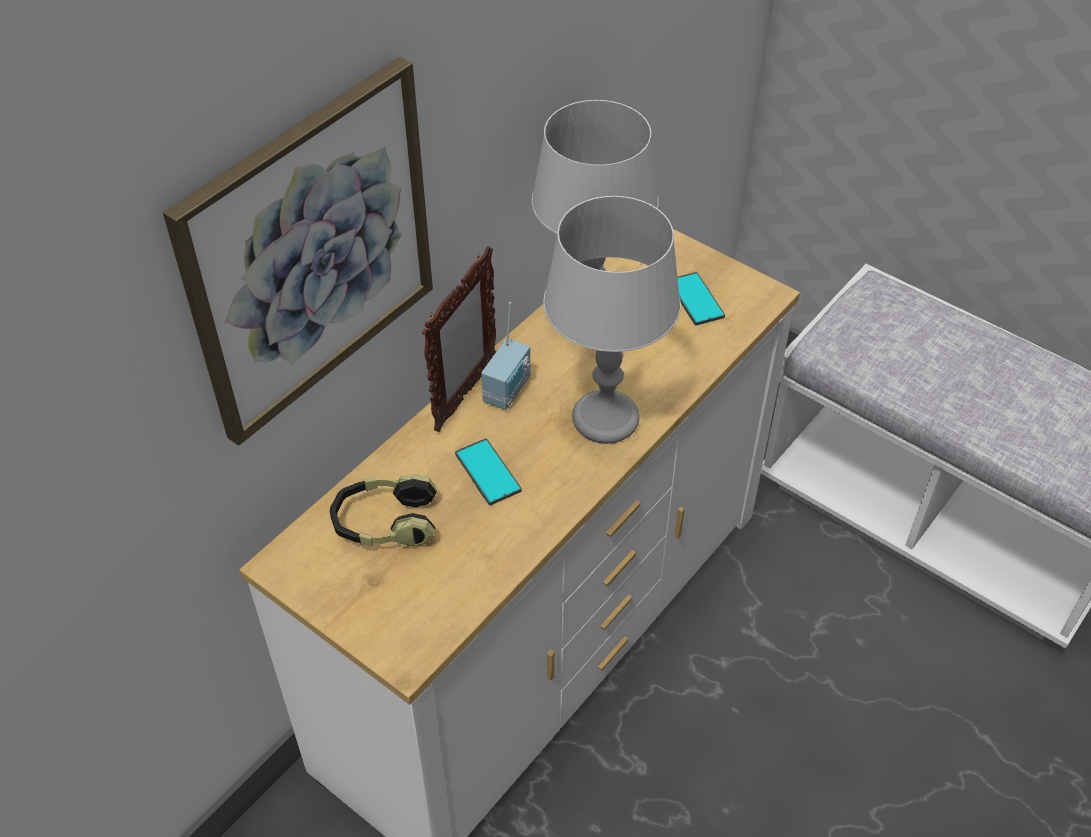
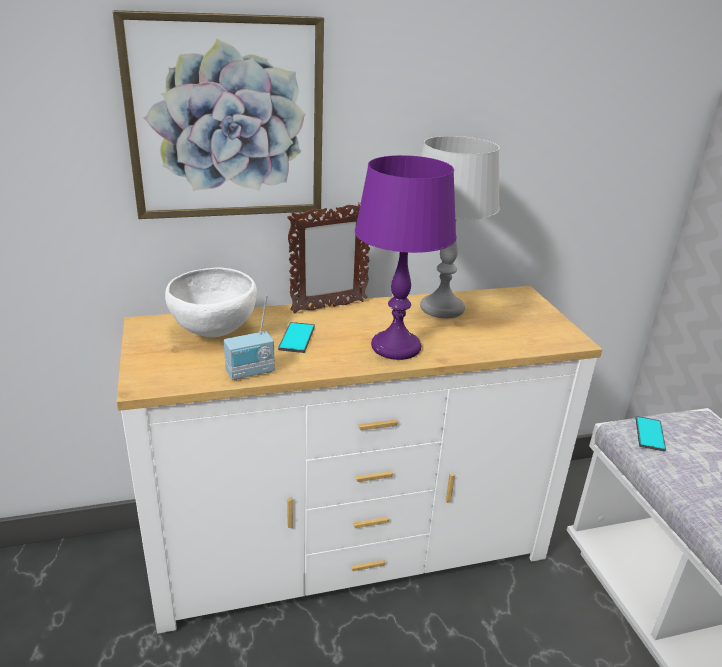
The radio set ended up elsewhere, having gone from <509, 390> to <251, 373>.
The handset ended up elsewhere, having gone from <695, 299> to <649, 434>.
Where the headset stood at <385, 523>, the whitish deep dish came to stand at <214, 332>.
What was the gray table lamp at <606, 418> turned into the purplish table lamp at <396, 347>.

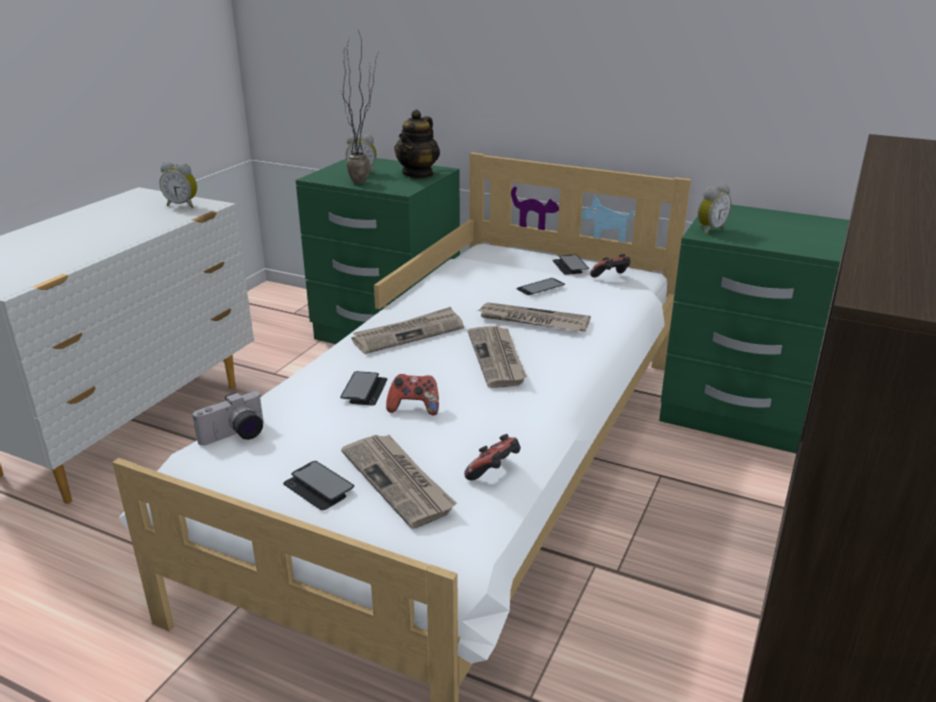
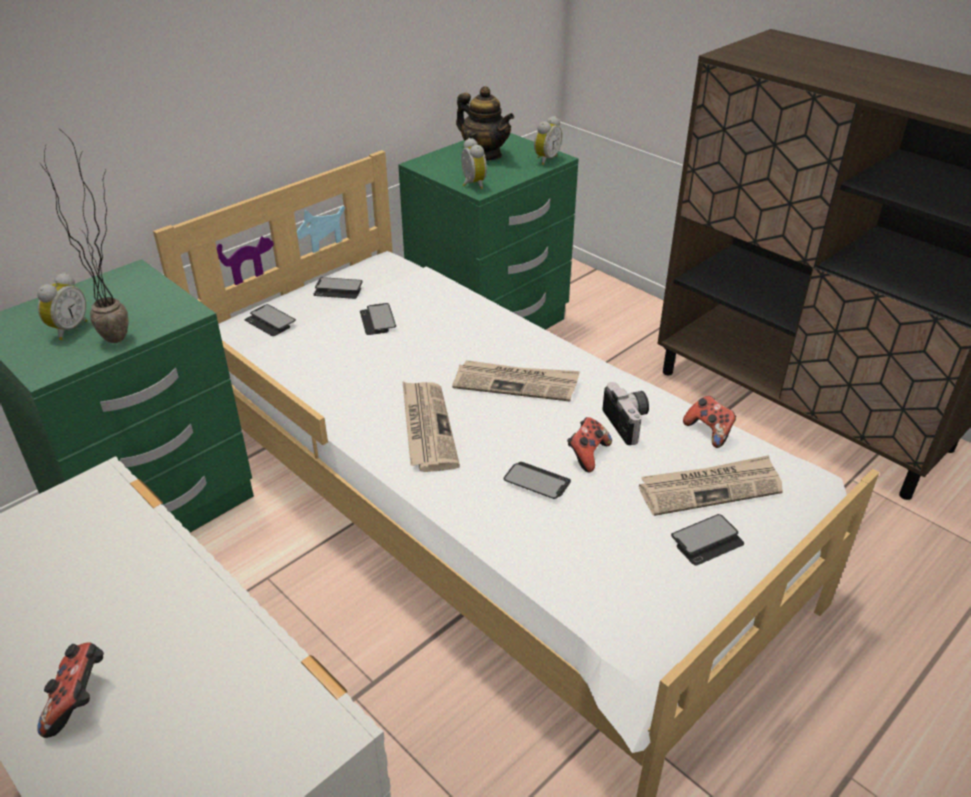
The second view lost the daily paper at <532, 321>.
The second view gained the handset at <270, 321>.
The bedside clock ended up elsewhere, having gone from <183, 205> to <545, 159>.
The still camera ended up elsewhere, having gone from <236, 436> to <629, 423>.
The tea pot ended up elsewhere, having gone from <418, 174> to <484, 155>.
The joypad ended up elsewhere, having gone from <611, 278> to <80, 700>.

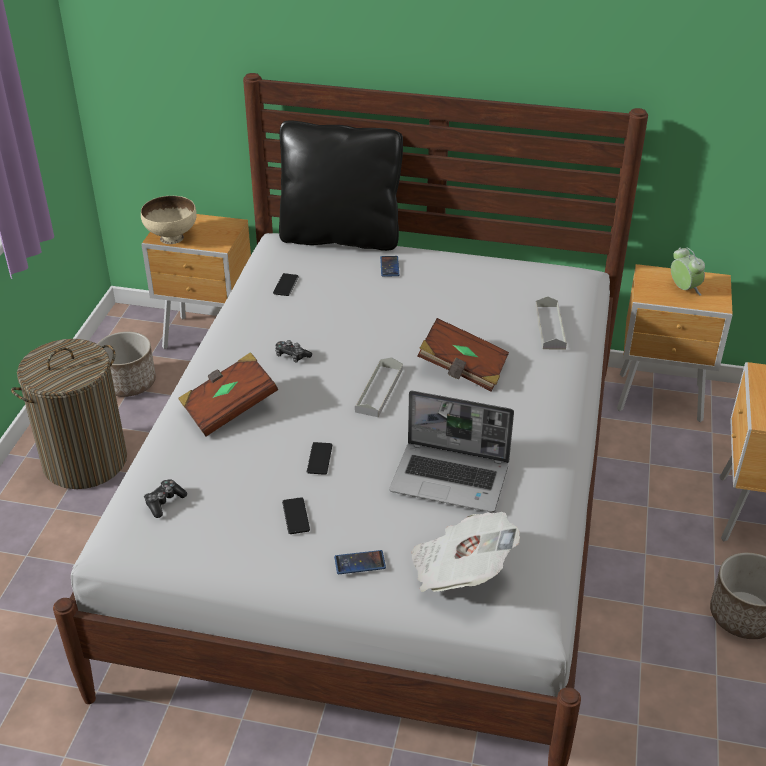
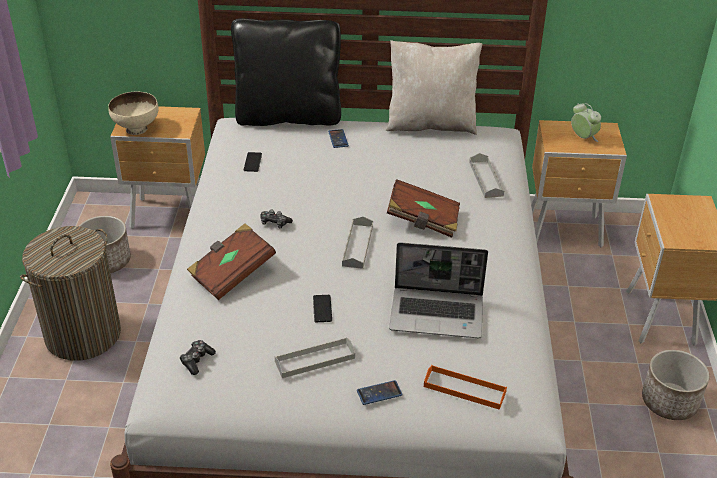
The second view gained the beige-coloured cushion at <431, 124>.
Where the handset stood at <296, 516>, the gray tray came to stand at <315, 360>.
Where the daily paper stood at <460, 570>, the orangey tray came to stand at <464, 389>.

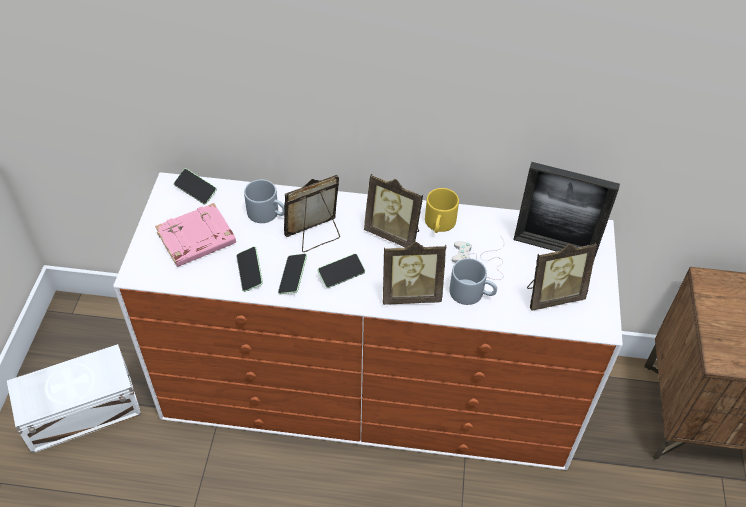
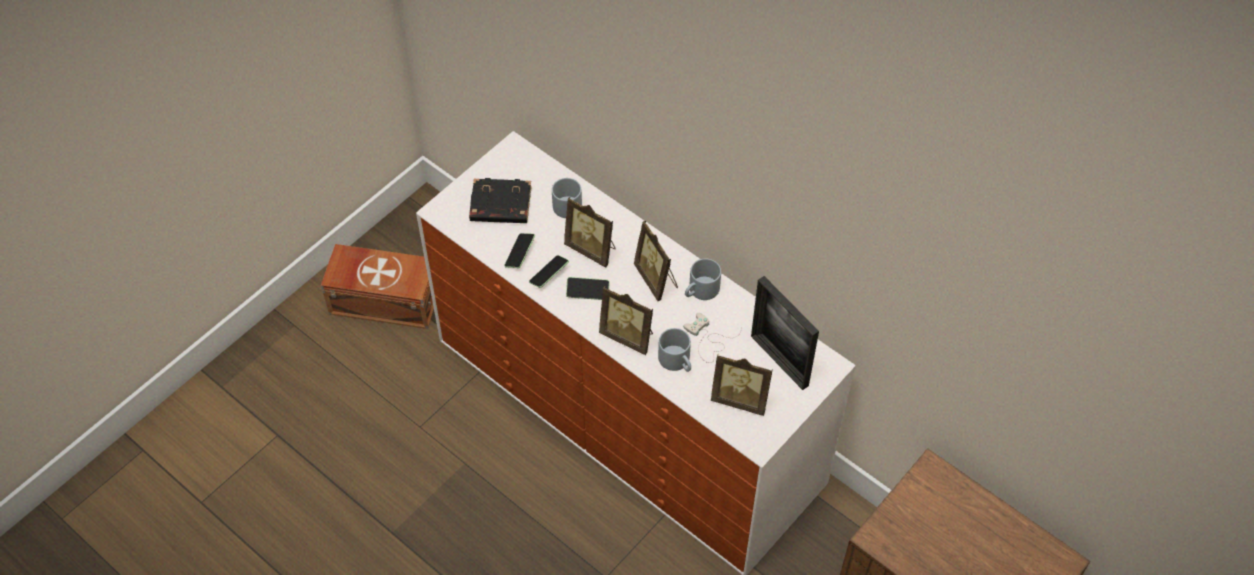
The second view lost the handset at <196, 190>.
What was the whitish storage bin at <80, 411> turned into the brown storage bin at <383, 299>.
What was the pink book at <196, 240> turned into the black-coloured book at <500, 206>.
What was the yellow-coloured mug at <440, 224> turned into the gray mug at <700, 291>.
The standing frame at <315, 236> ended up facing another way, 150 degrees counterclockwise from before.

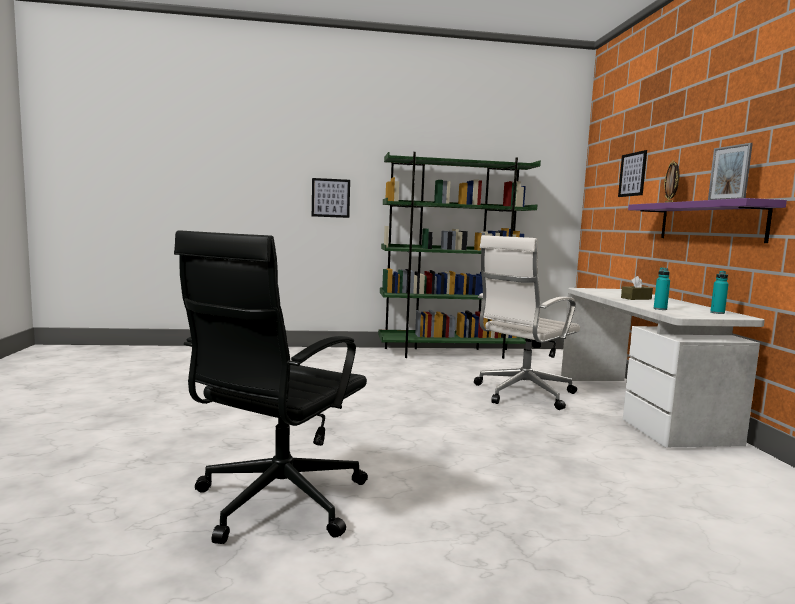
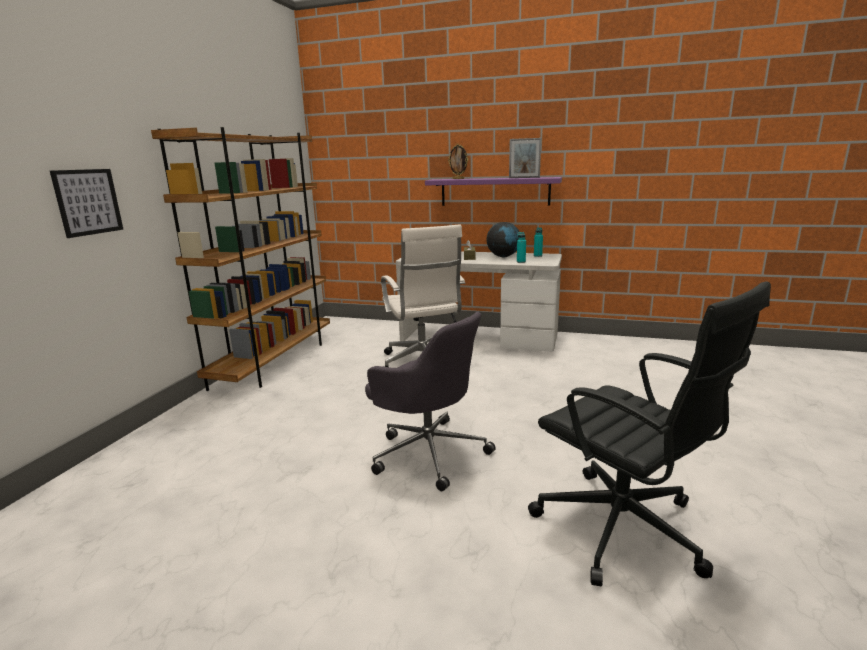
The second view lost the wall art at <632, 174>.
The second view gained the gray desk chair at <428, 452>.
The second view gained the globe at <503, 256>.
What was the green bookcase at <451, 353> turned into the brown bookcase at <274, 362>.

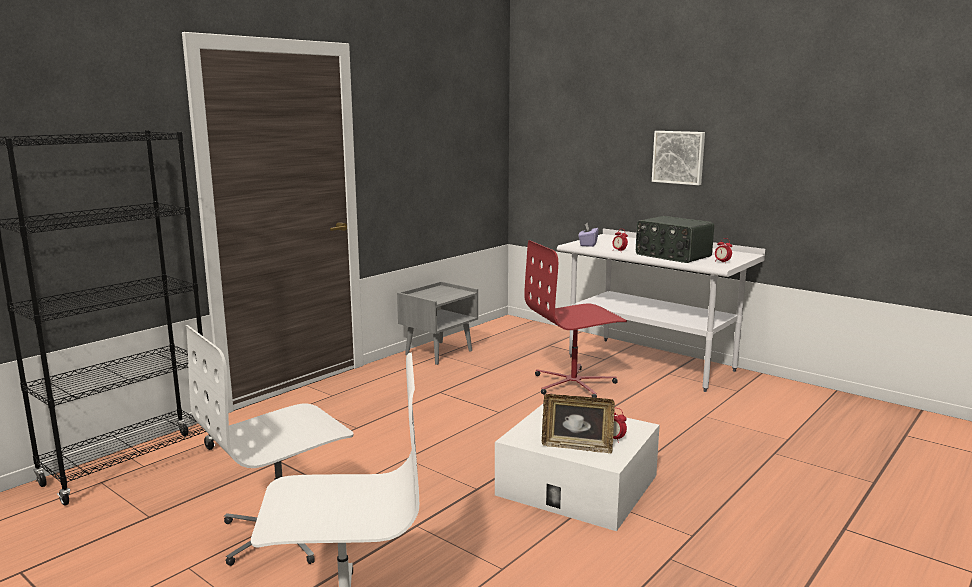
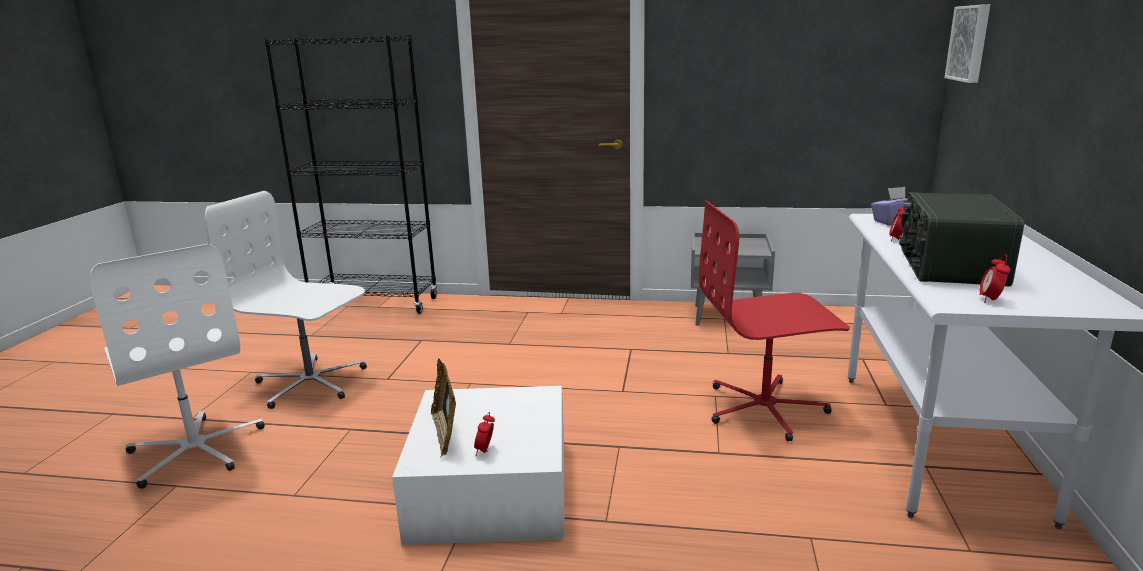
The wall art ended up elsewhere, having gone from <679, 157> to <970, 43>.
The red-coloured desk chair at <574, 384> ended up facing another way, 45 degrees counterclockwise from before.

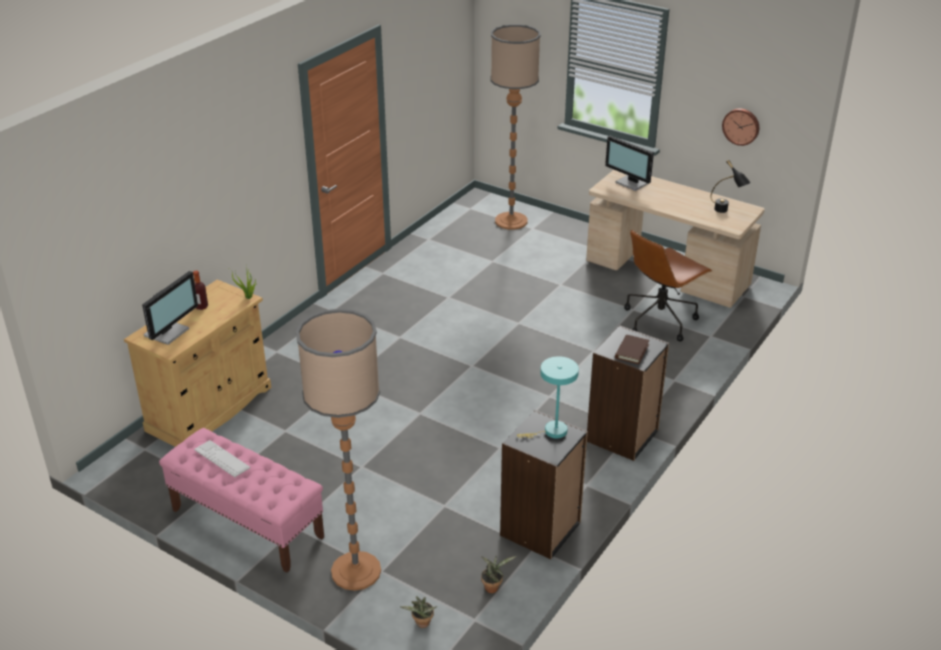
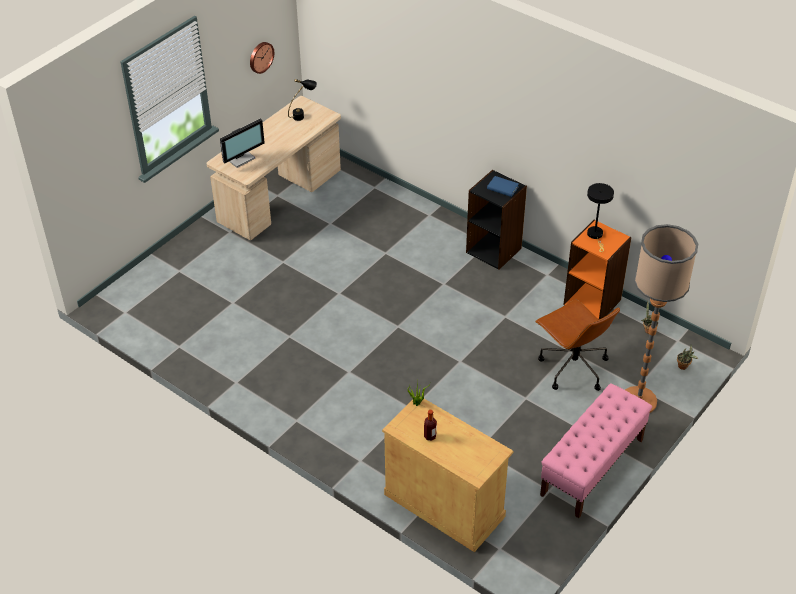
The second view lost the monitor at <168, 332>.
The second view lost the computer keyboard at <222, 459>.
The second view lost the standing lamp at <511, 221>.
The brown desk chair ended up elsewhere, having gone from <660, 320> to <572, 367>.
What was the black-coloured bookcase at <541, 529> turned into the orangey bookcase at <592, 302>.
What was the turquoise-coloured table lamp at <551, 432> turned into the black-coloured table lamp at <596, 235>.
What was the brown book at <631, 351> turned into the blue book at <502, 188>.

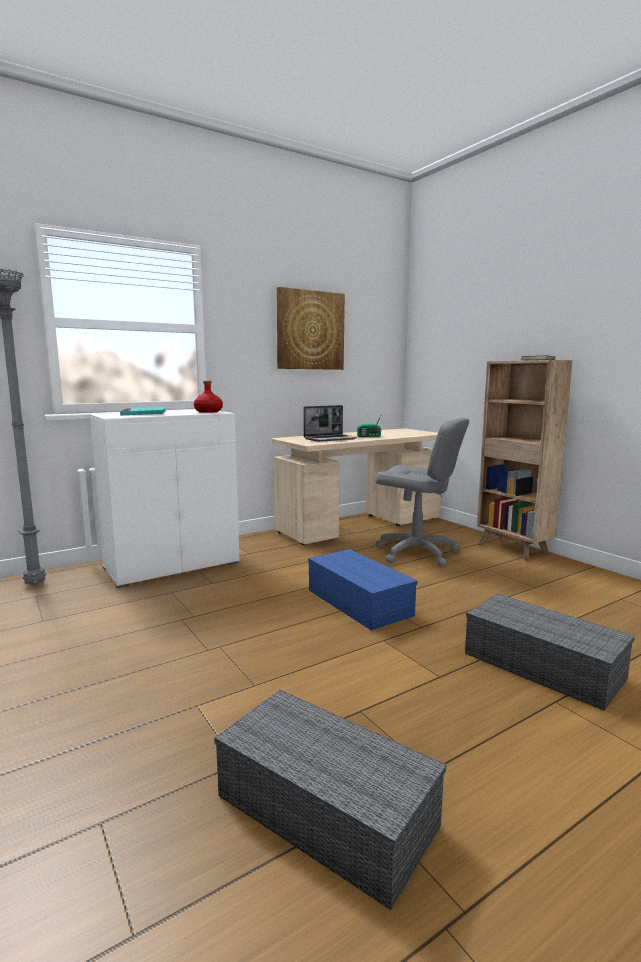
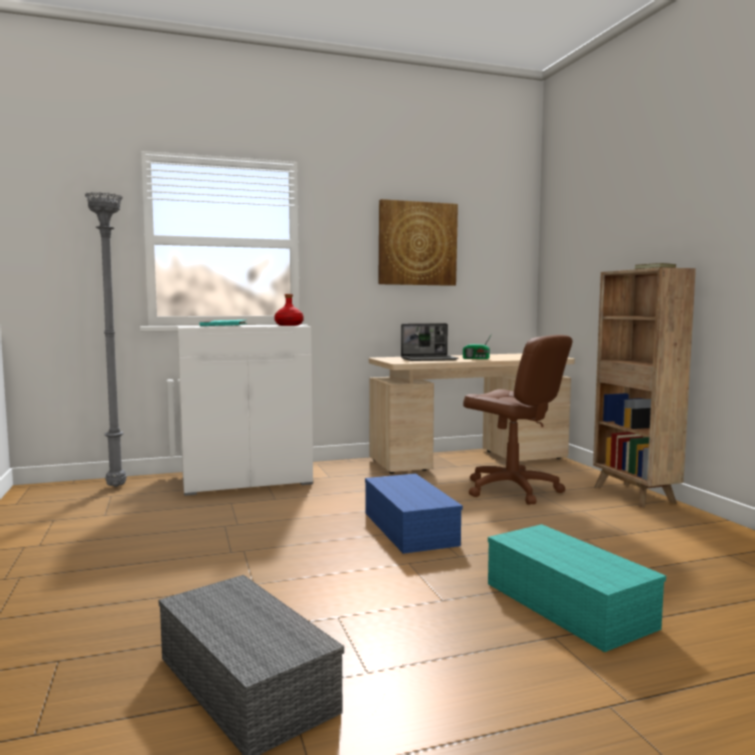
What was the gray desk chair at <416, 553> turned into the brown desk chair at <512, 490>.
What was the gray storage bin at <539, 665> turned into the turquoise-coloured storage bin at <565, 604>.

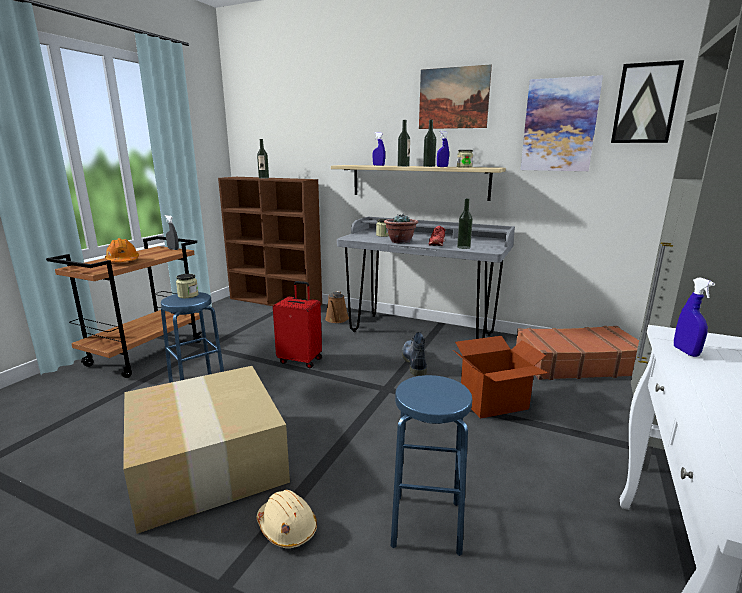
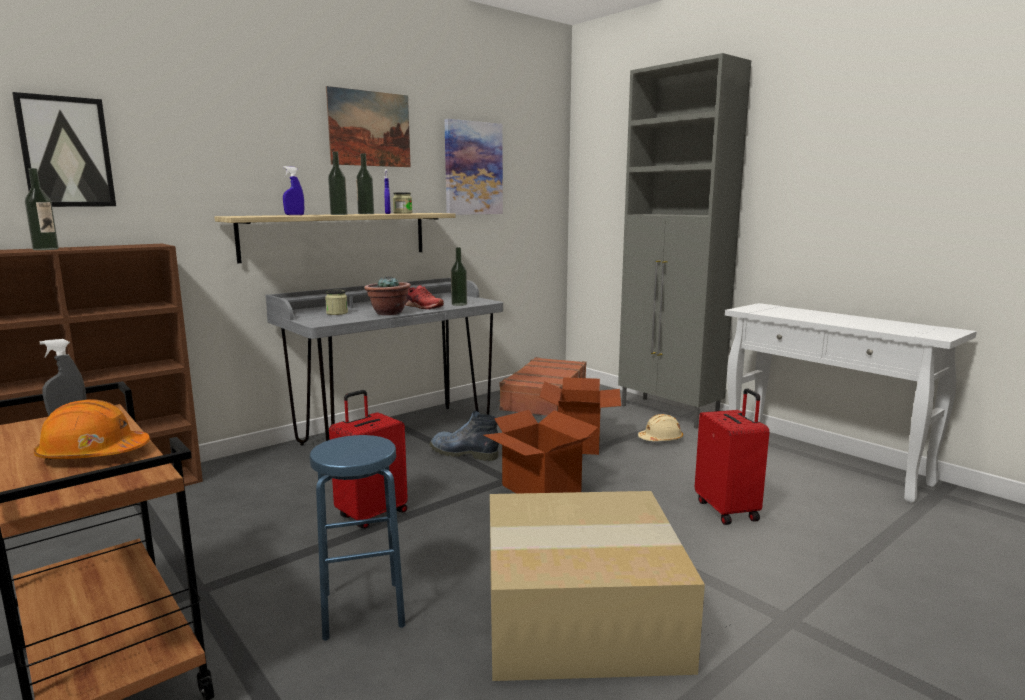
The second view lost the preserve jar at <188, 295>.
The second view lost the brown watering can at <336, 319>.
The second view lost the blue hand sprayer at <685, 352>.
The second view gained the carton at <540, 490>.
The beige-coloured safety helmet ended up elsewhere, having gone from <287, 527> to <660, 439>.
The wall art ended up elsewhere, having gone from <645, 103> to <66, 152>.
Where the blue sitting stool stood at <426, 524>, the red-coloured piece of luggage came to stand at <728, 510>.

